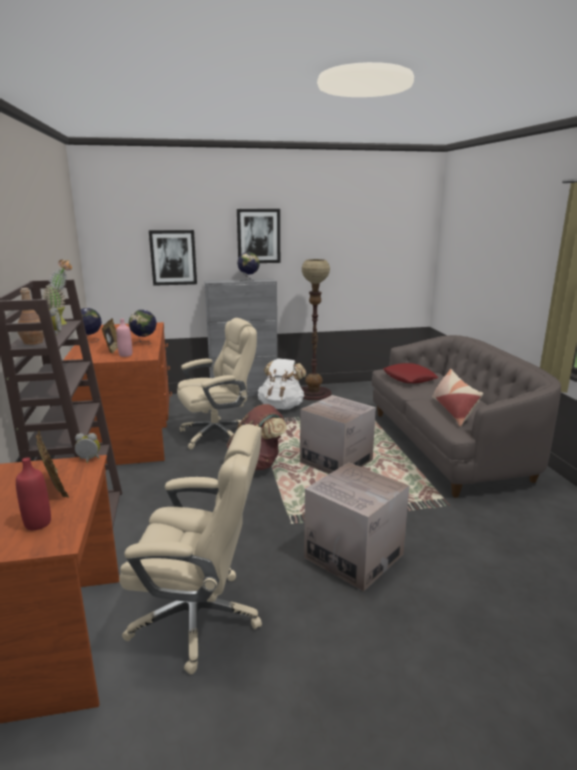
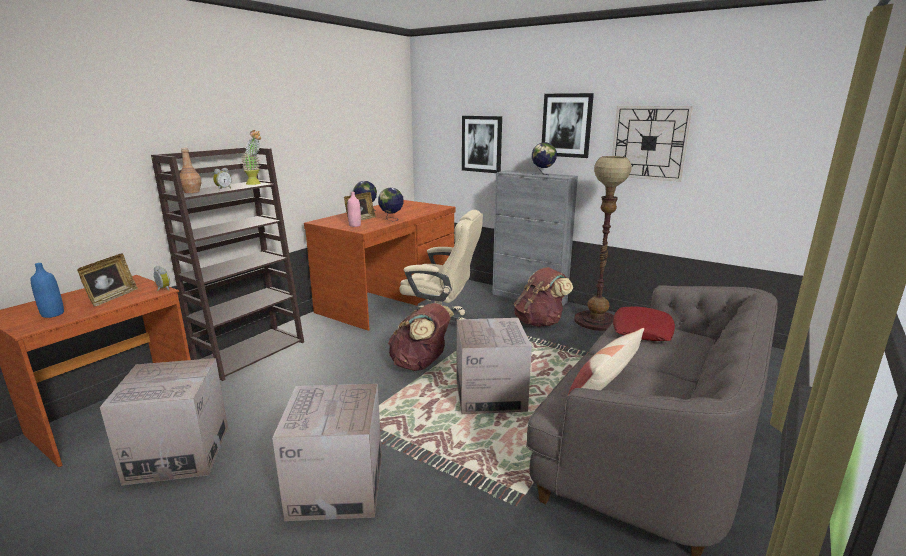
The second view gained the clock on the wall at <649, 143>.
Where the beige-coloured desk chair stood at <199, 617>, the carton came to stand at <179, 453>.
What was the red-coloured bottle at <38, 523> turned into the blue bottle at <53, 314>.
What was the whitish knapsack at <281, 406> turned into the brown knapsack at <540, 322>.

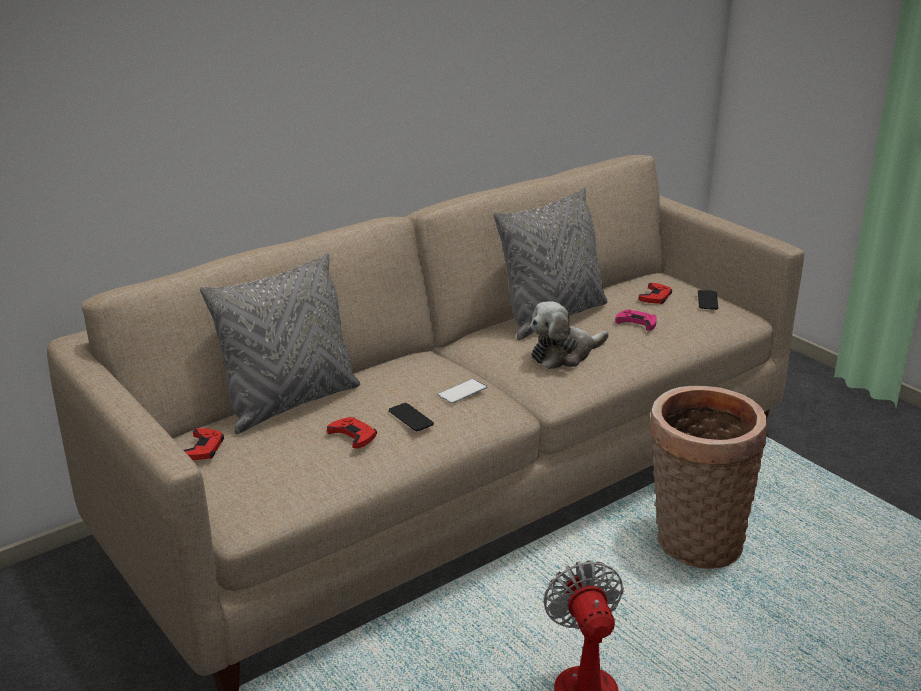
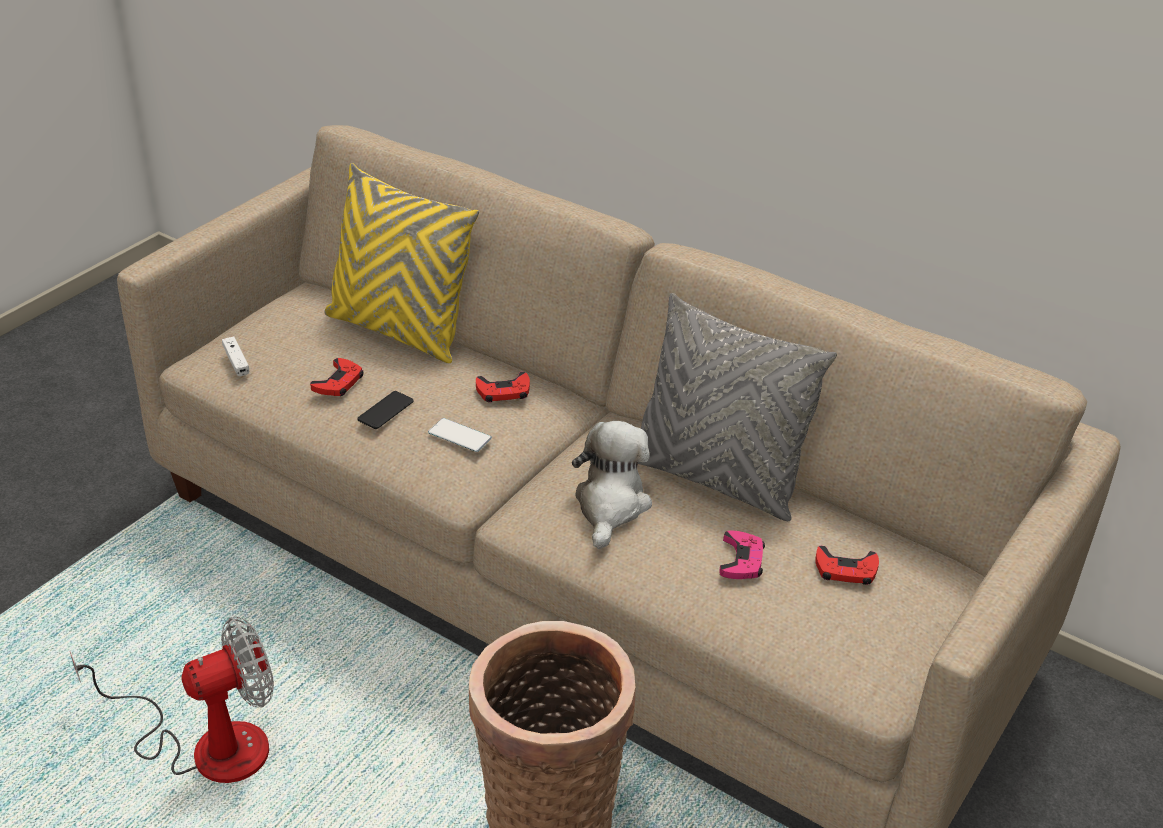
The second view lost the handset at <707, 300>.
The second view gained the whitish joypad at <236, 361>.
The red-coloured joypad ended up elsewhere, having gone from <203, 448> to <503, 391>.
What was the gray cushion at <290, 403> turned into the yellow-coloured cushion at <399, 330>.
The plush toy at <564, 354> ended up facing another way, 60 degrees clockwise from before.

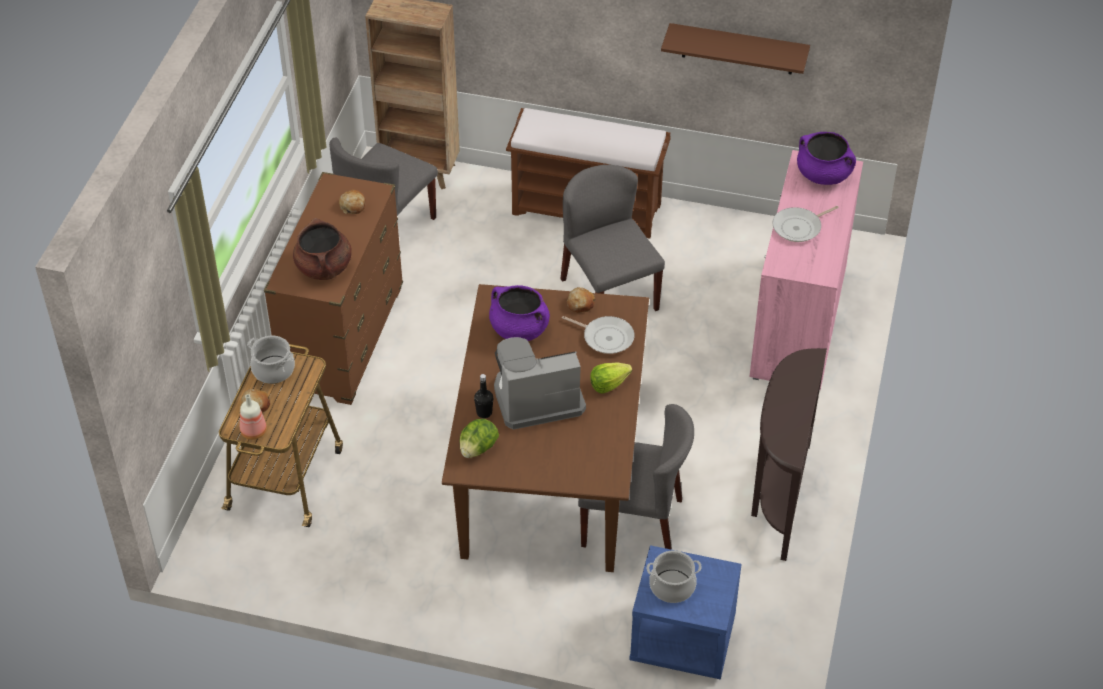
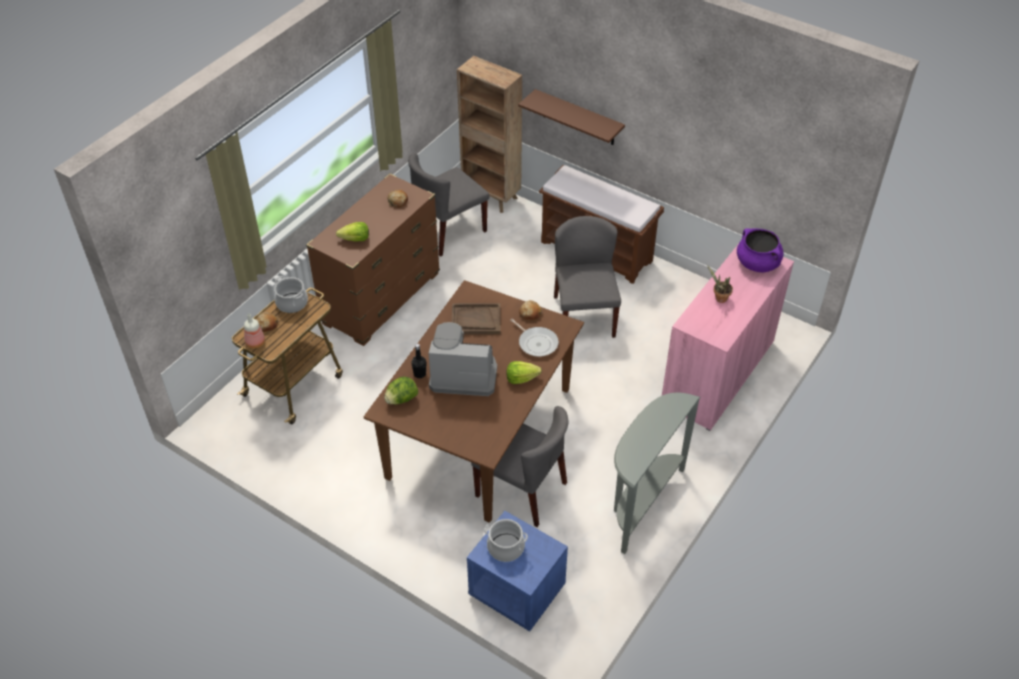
The brown wall shelf ended up elsewhere, having gone from <738, 49> to <578, 118>.
Where the brown saucepot stood at <324, 268>, the head of lettuce came to stand at <355, 239>.
Where the purplish saucepot stood at <519, 329>, the brown tray came to stand at <476, 320>.
Where the frying pan stood at <799, 227>, the plant in a pot came to stand at <719, 298>.
What was the brown console table at <778, 497> turned into the gray console table at <641, 503>.

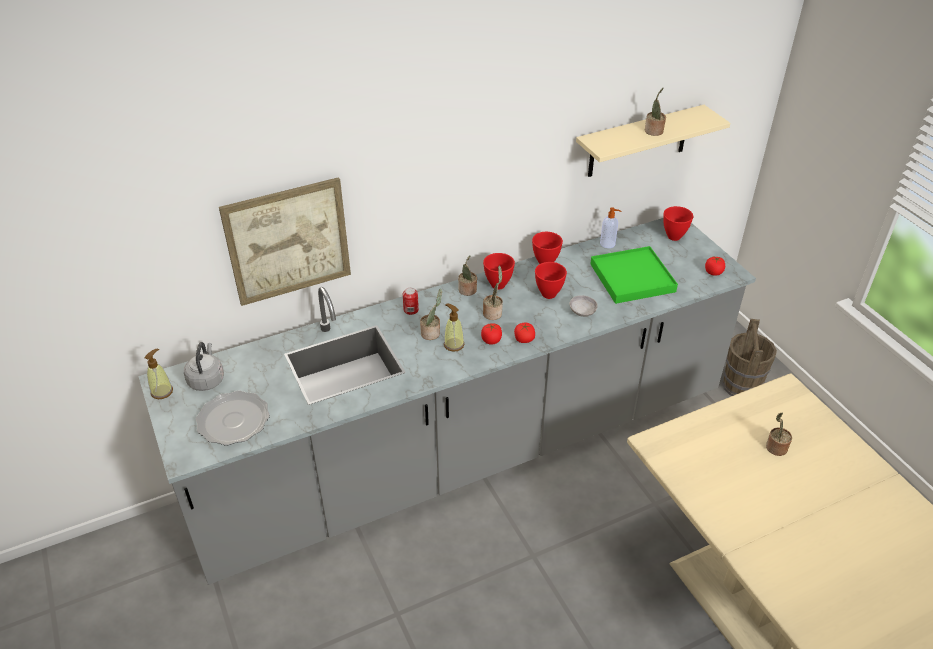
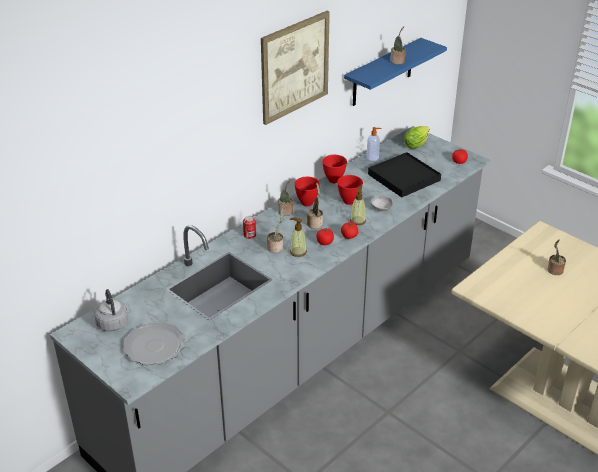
The second view lost the brown pail at <741, 386>.
The soap bottle ended up elsewhere, having gone from <162, 391> to <357, 220>.
The wall art ended up elsewhere, having gone from <288, 241> to <295, 67>.
Where the red-coloured deep dish stood at <673, 236>, the head of lettuce came to stand at <417, 143>.
What was the beige-coloured wall shelf at <638, 142> turned into the blue wall shelf at <382, 73>.
What was the green tray at <632, 278> turned into the black-coloured tray at <403, 177>.

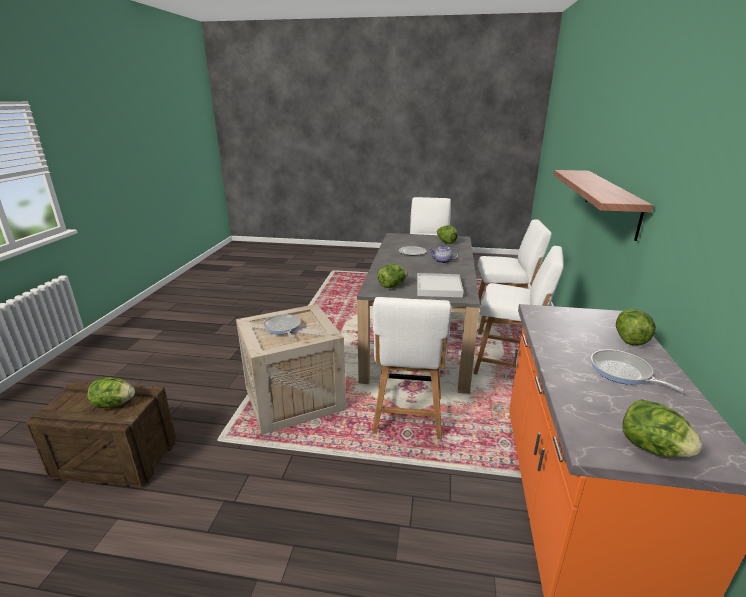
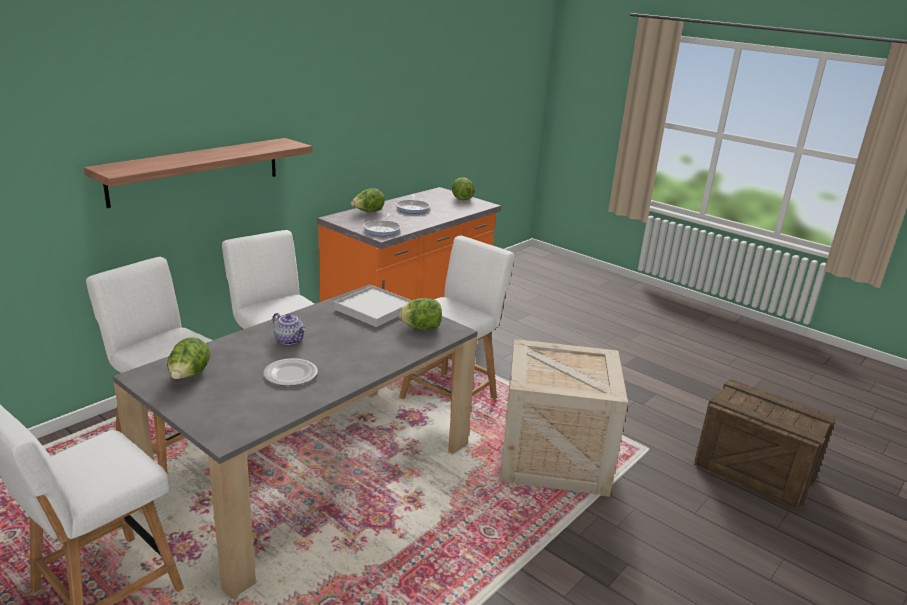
The second view lost the head of lettuce at <114, 404>.
The frying pan ended up elsewhere, having gone from <283, 328> to <382, 230>.

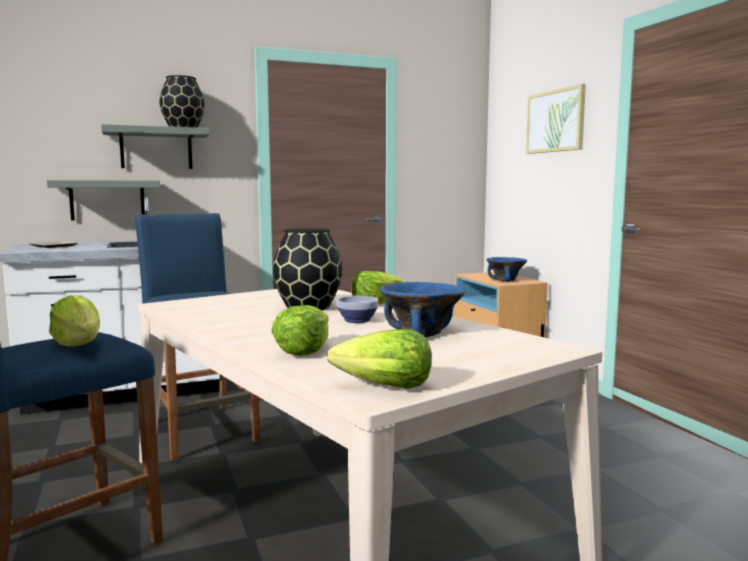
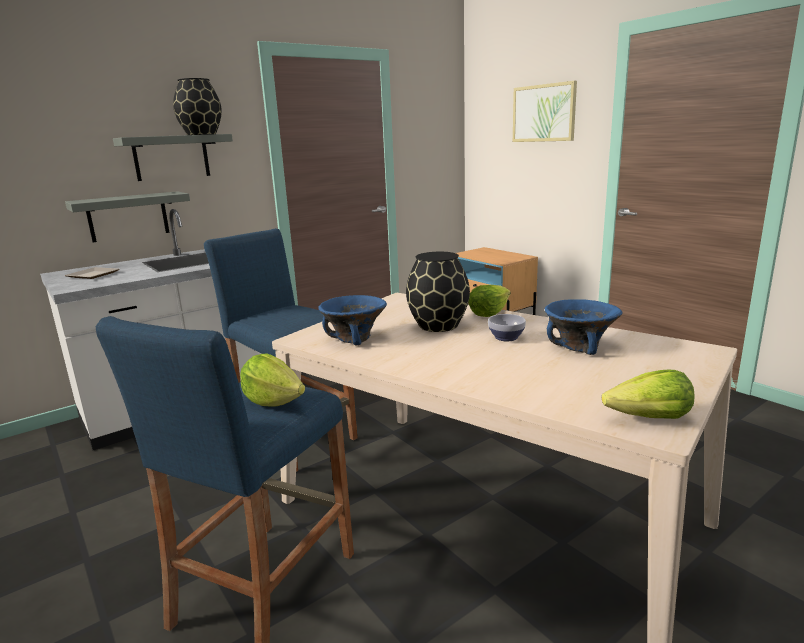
The second view lost the head of lettuce at <304, 350>.
The blue deep dish ended up elsewhere, having gone from <506, 280> to <355, 338>.

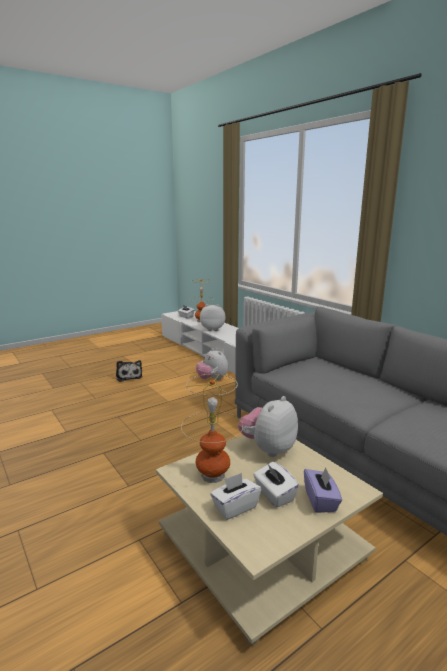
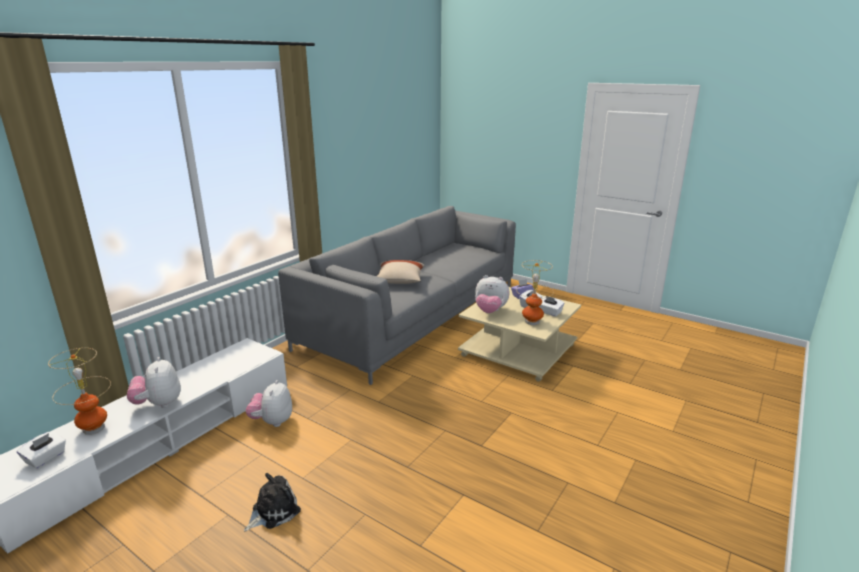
The second view gained the beige-coloured cushion at <399, 281>.
The plush toy at <212, 379> ended up facing another way, 150 degrees clockwise from before.

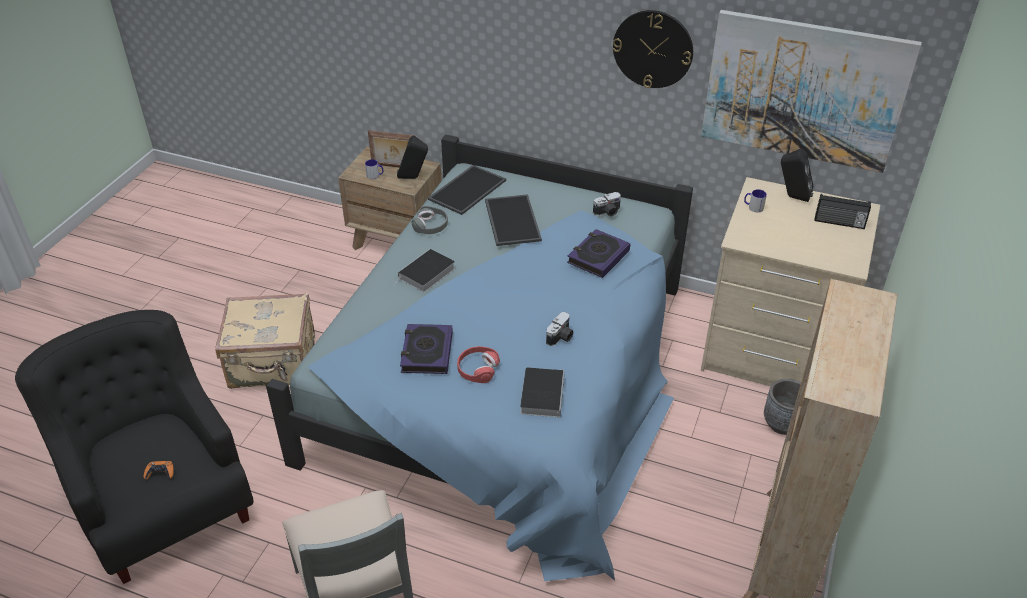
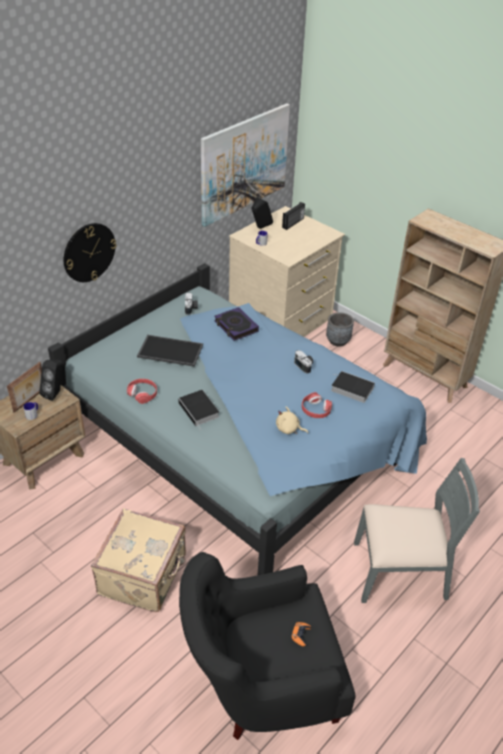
The second view lost the tray at <467, 189>.
The clock on the wall ended up elsewhere, having gone from <653, 49> to <89, 252>.
Where the book stood at <426, 352>, the beige-coloured plush toy came to stand at <289, 429>.
What was the gray headset at <430, 226> turned into the red-coloured headset at <142, 393>.

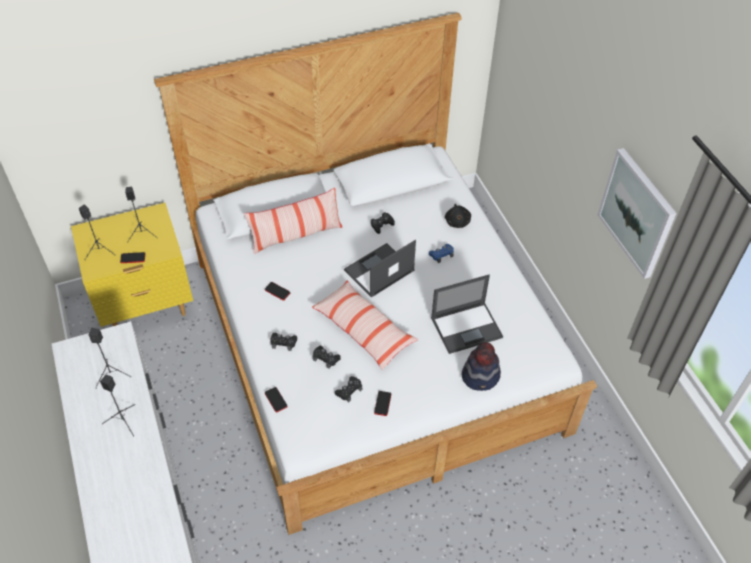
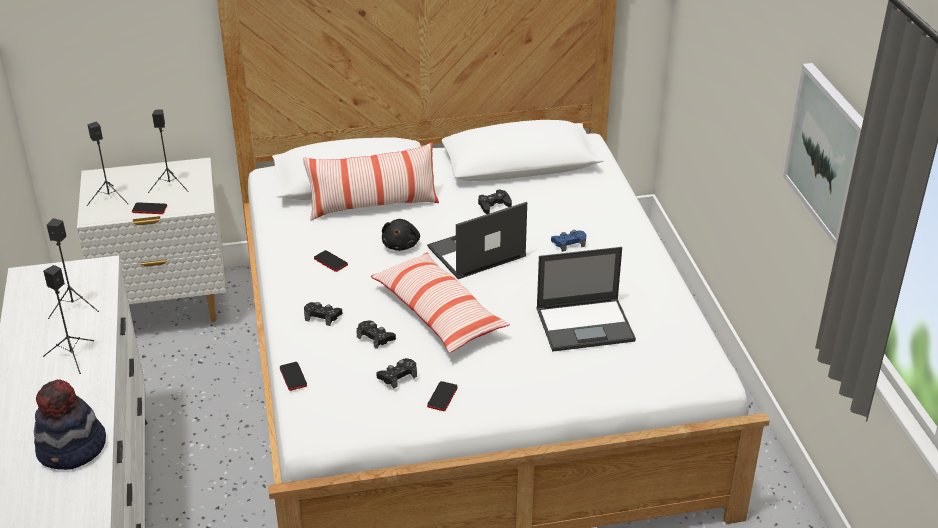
The black-coloured plush toy ended up elsewhere, having gone from <457, 221> to <401, 245>.
The wearable hat ended up elsewhere, having gone from <481, 376> to <72, 449>.
What was the yellow-coloured night table at <146, 306> turned into the whitish night table at <167, 307>.

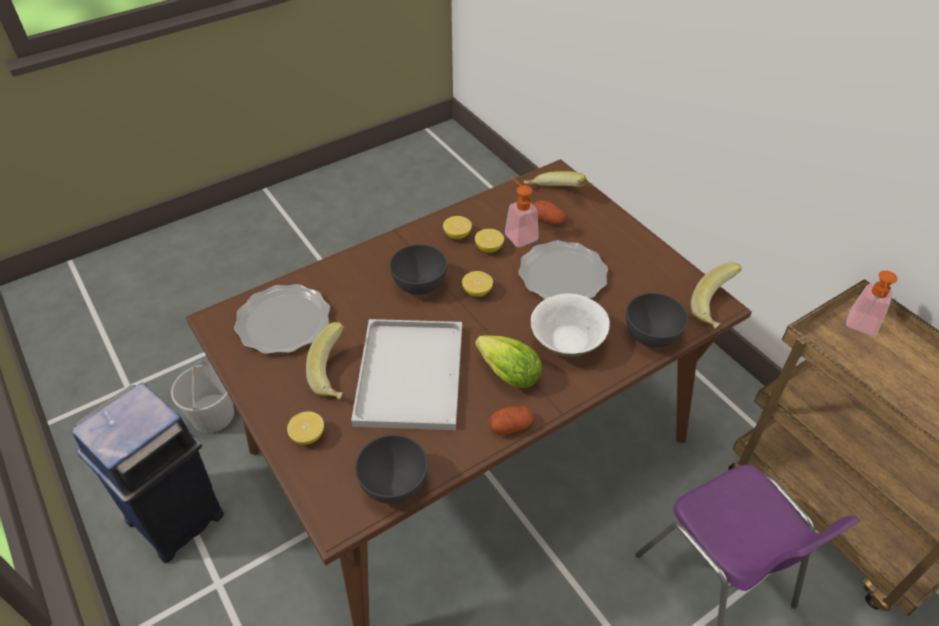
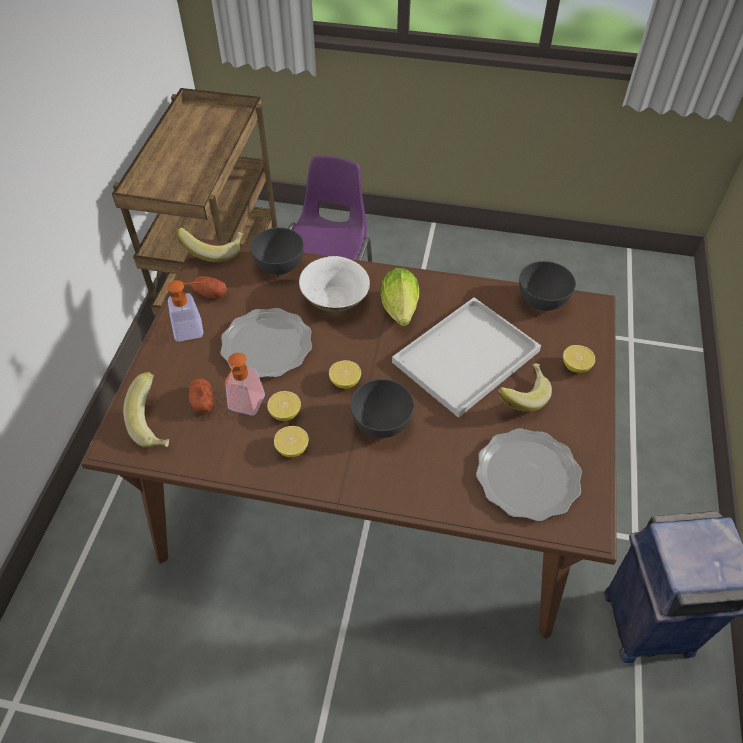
The second view lost the whitish pail at <212, 414>.
The spud ended up elsewhere, having gone from <511, 426> to <210, 293>.
The soap bottle ended up elsewhere, having gone from <860, 327> to <195, 329>.

